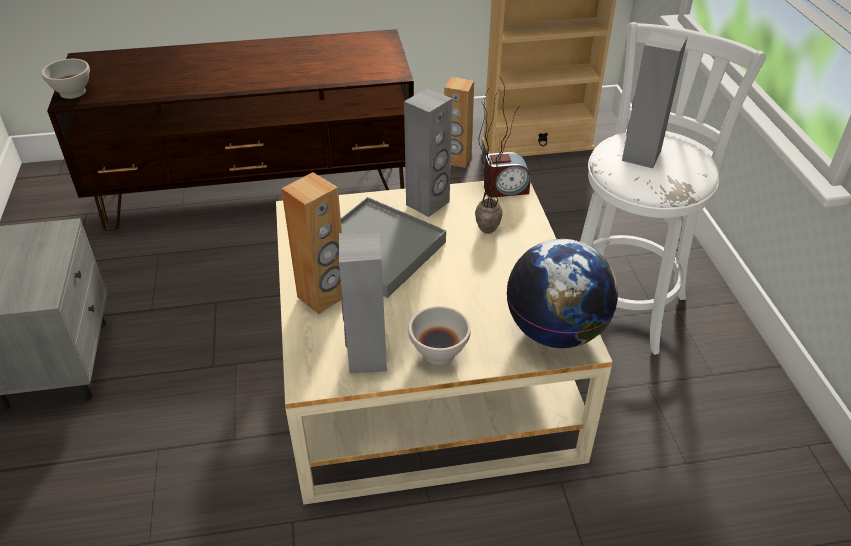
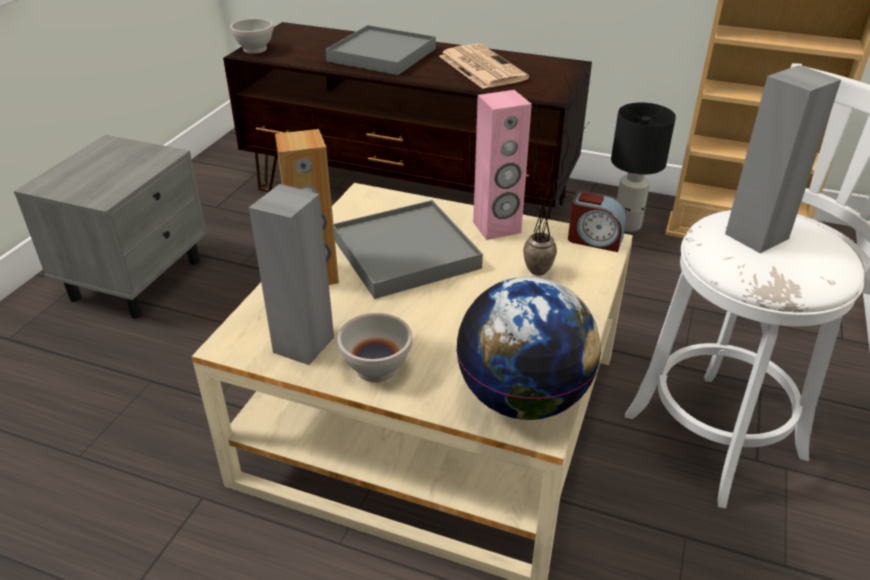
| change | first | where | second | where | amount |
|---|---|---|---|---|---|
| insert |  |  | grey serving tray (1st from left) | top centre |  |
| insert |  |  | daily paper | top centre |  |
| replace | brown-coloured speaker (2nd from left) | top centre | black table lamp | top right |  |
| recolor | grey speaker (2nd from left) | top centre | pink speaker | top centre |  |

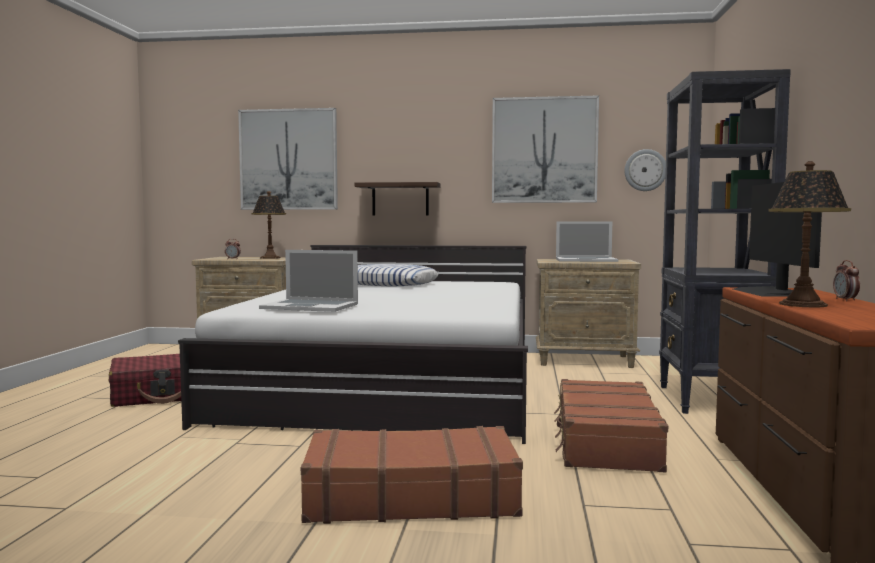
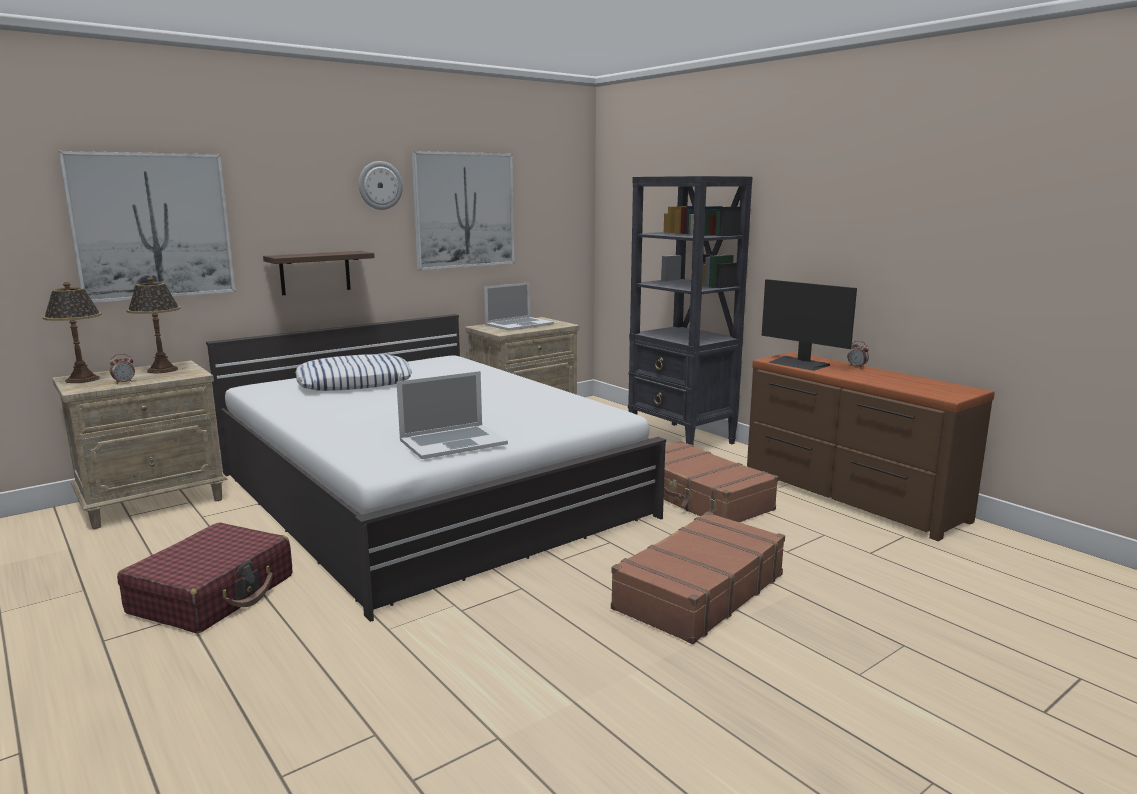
| change | first | where | second | where | amount |
|---|---|---|---|---|---|
| move | clock on the wall | top right |  | top centre |  |
| move | table lamp (2nd from left in the first image) | middle right | table lamp (1st from left) | middle left |  |

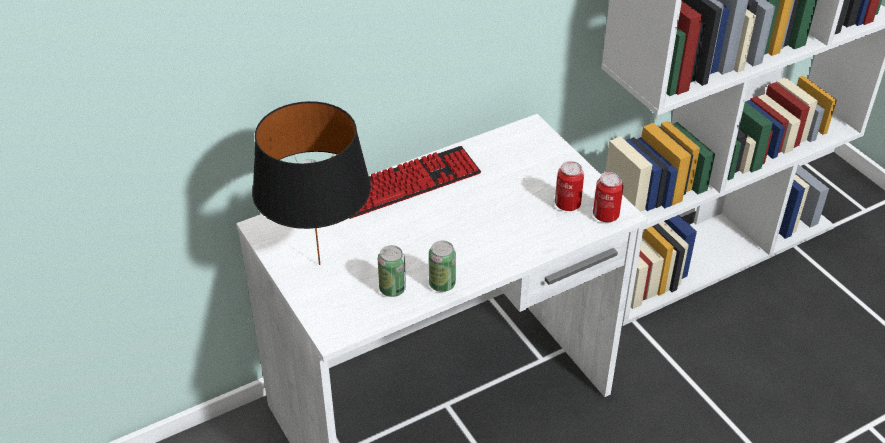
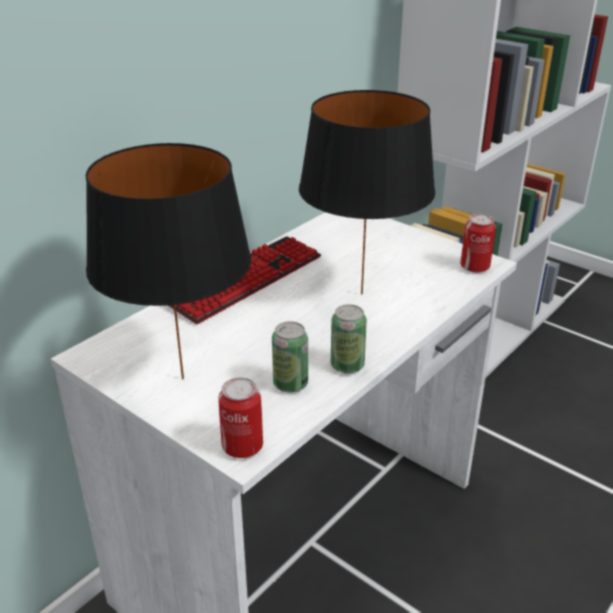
| change | first | where | second | where | amount |
|---|---|---|---|---|---|
| insert |  |  | black table lamp (2nd from left) | top centre |  |
| move | can (3rd from left in the first image) | centre | can (1st from left) | bottom centre |  |

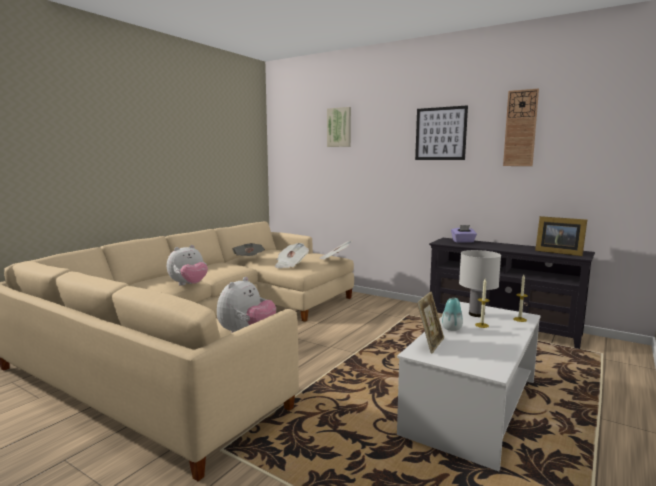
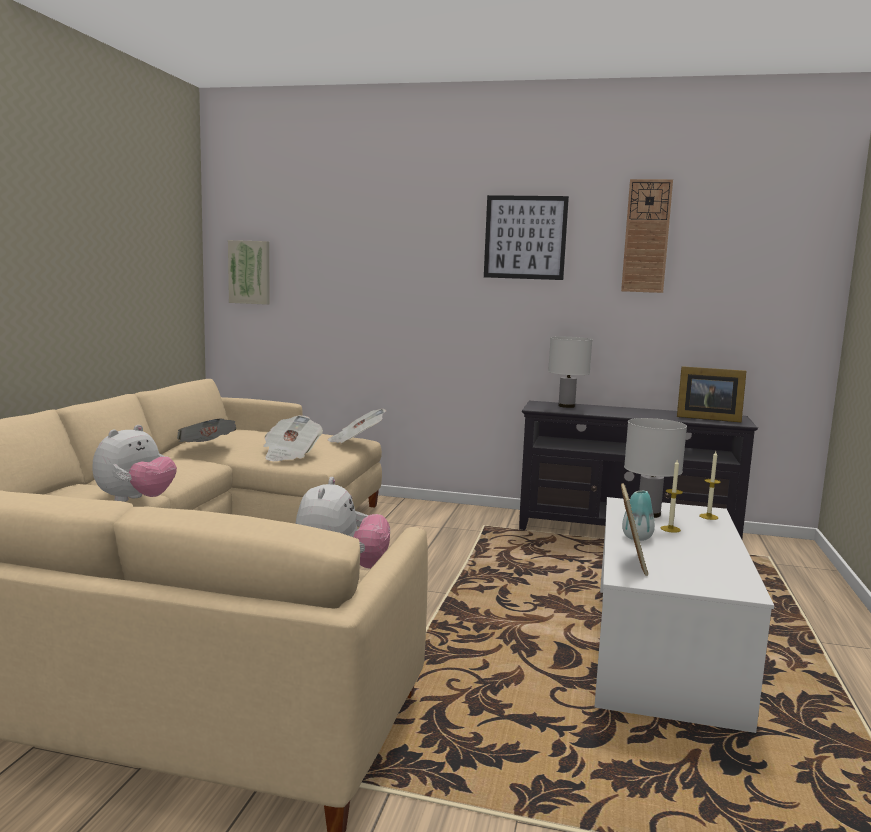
| change | first | where | second | where | amount |
|---|---|---|---|---|---|
| move | picture (1st from left) | top centre |  | top left |  |
| replace | purple-coloured box of tissues | middle right | white table lamp (1st from left) | centre |  |

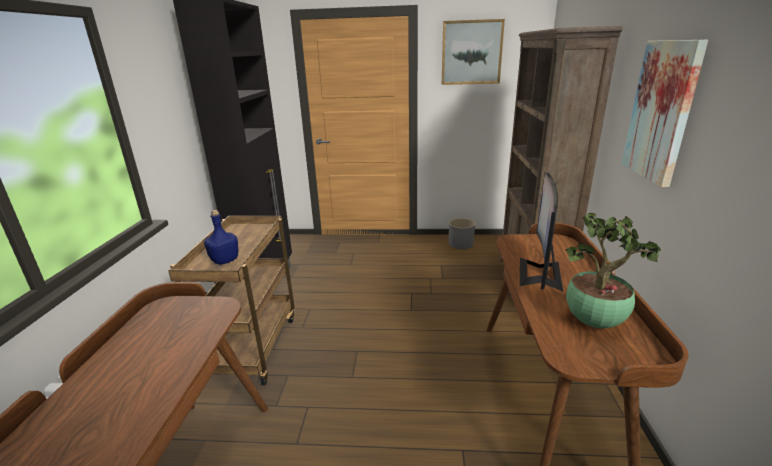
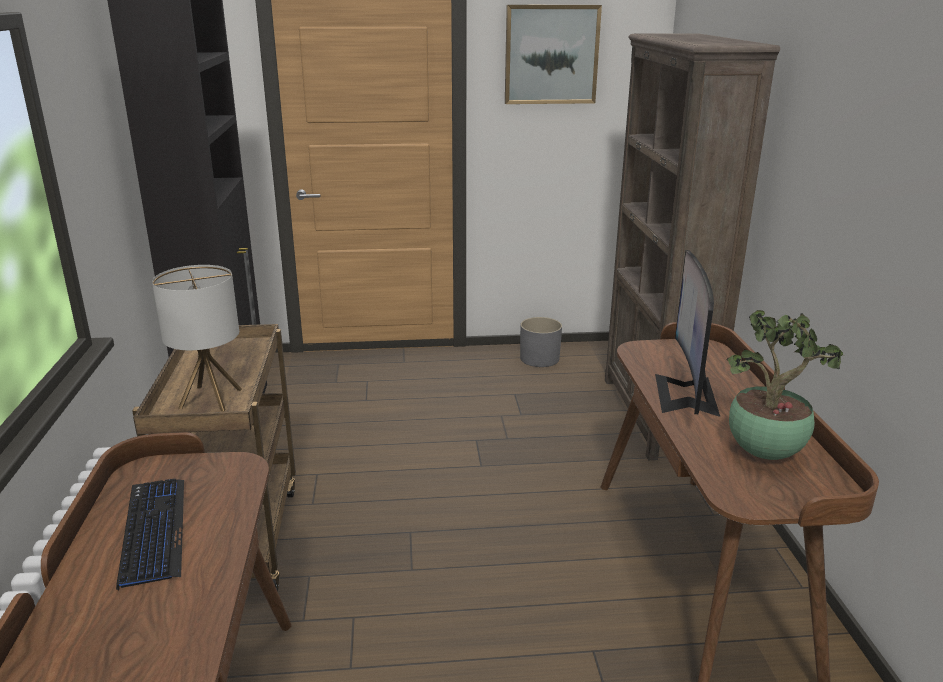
| change | first | where | second | where | amount |
|---|---|---|---|---|---|
| delete | picture (2nd from left) | top right |  |  |  |
| insert |  |  | PC keyboard | bottom left |  |
| replace | blue drink bottle | middle left | table lamp | middle left |  |

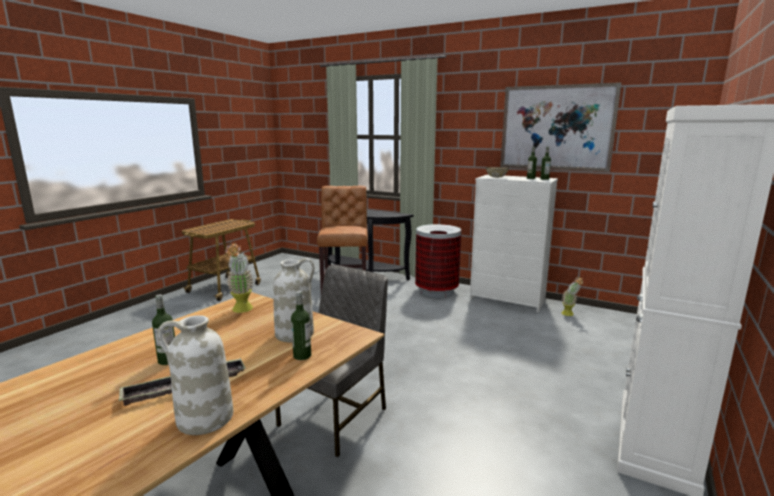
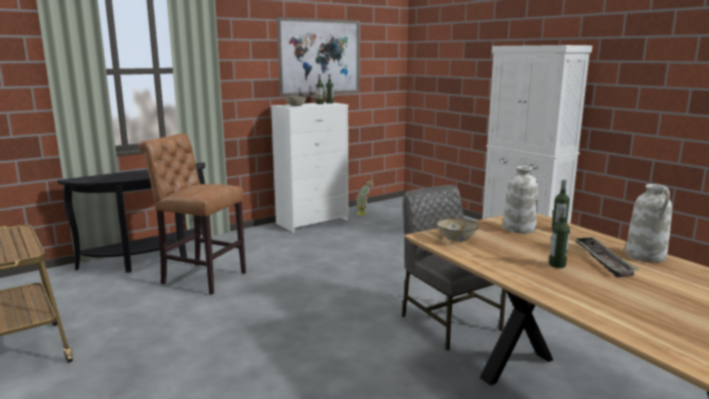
| change | first | where | second | where | amount |
|---|---|---|---|---|---|
| delete | waste bin | centre |  |  |  |
| replace | houseplant (1st from left) | middle left | deep dish (2nd from left) | centre |  |

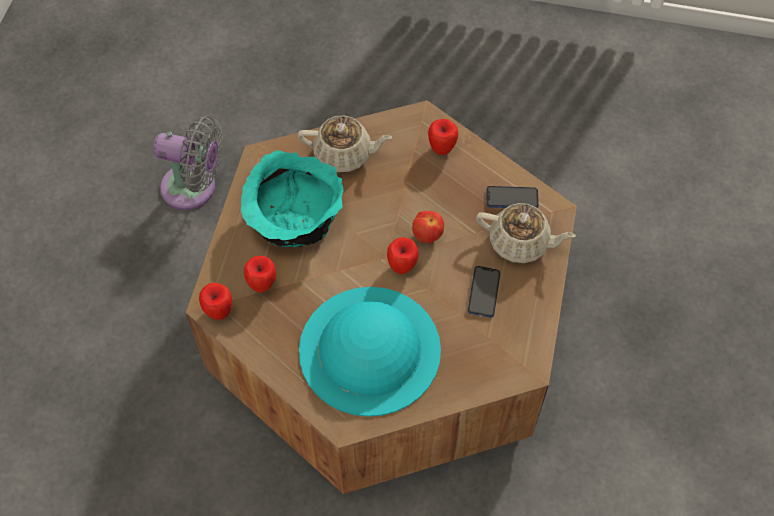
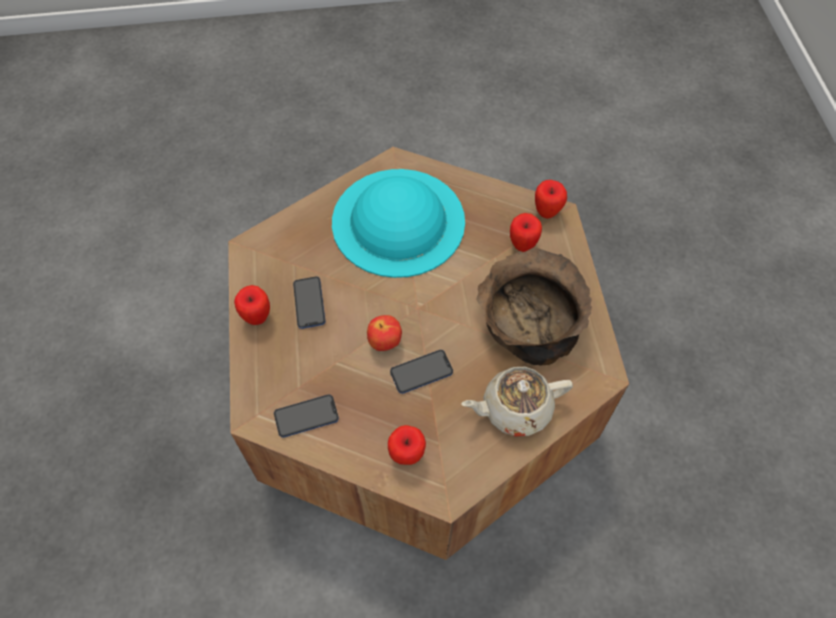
| change | first | where | second | where | amount |
|---|---|---|---|---|---|
| delete | grey electric fan | top left |  |  |  |
| delete | beige pot for tea (2nd from left) | middle right |  |  |  |
| insert |  |  | telephone (3rd from left) | centre |  |
| move | apple fruit (3rd from left in the first image) | centre | apple fruit (1st from left) | middle left |  |
| recolor | turquoise deep dish | centre | brown-coloured deep dish | centre |  |

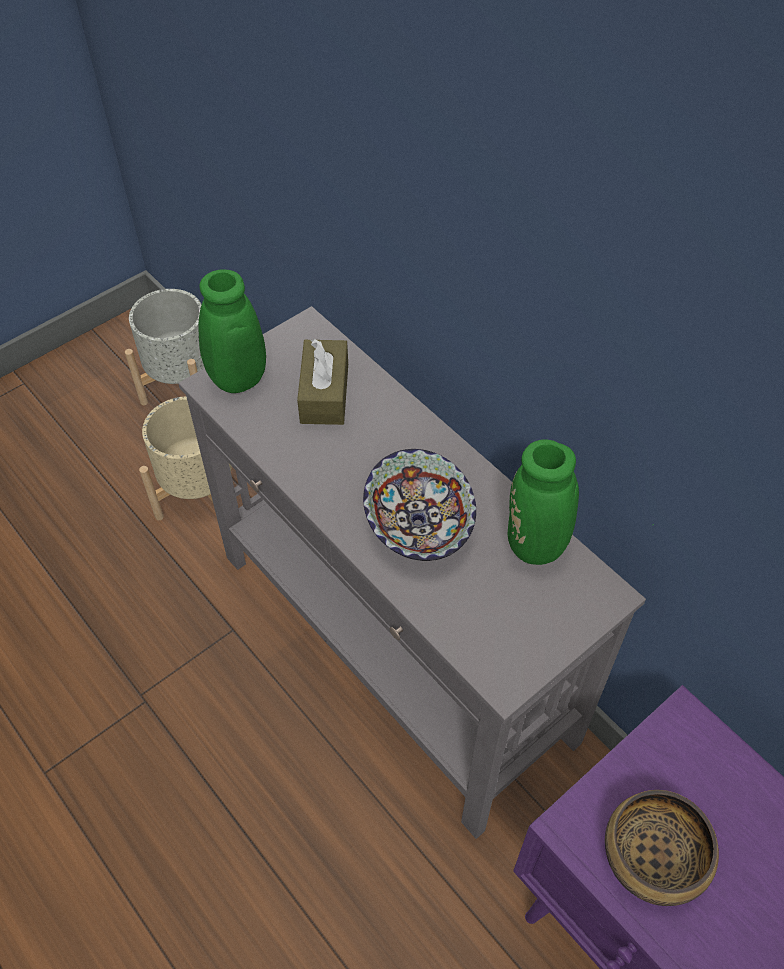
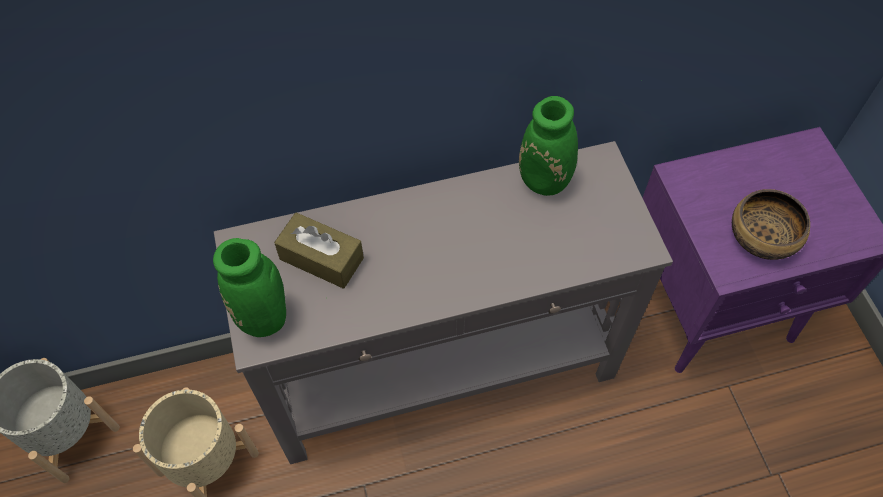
| change | first | where | second | where | amount |
|---|---|---|---|---|---|
| delete | deep dish (1st from left) | centre |  |  |  |

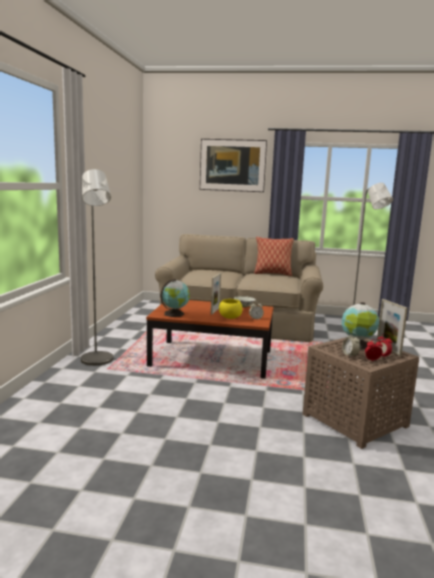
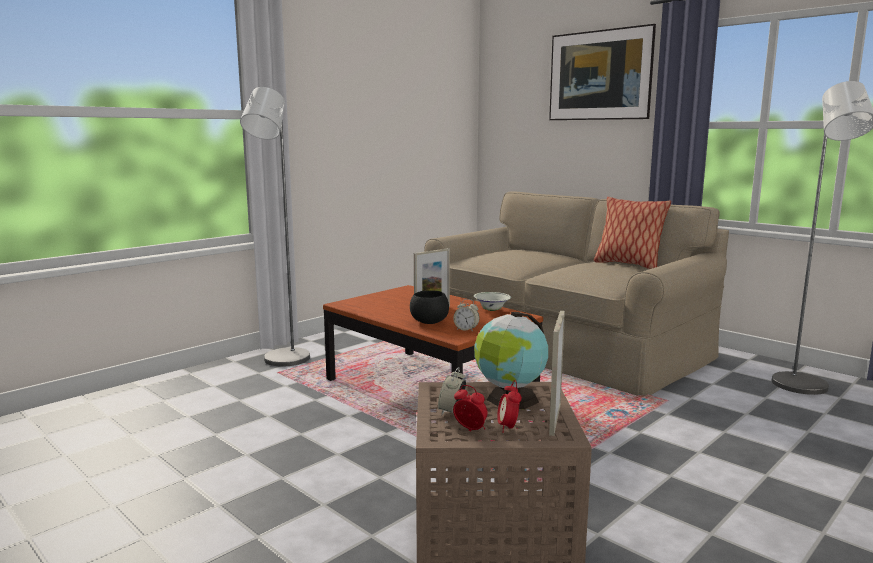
| change | first | where | second | where | amount |
|---|---|---|---|---|---|
| delete | globe (1st from left) | centre |  |  |  |
| recolor | yellow deep dish | centre | black deep dish | centre |  |

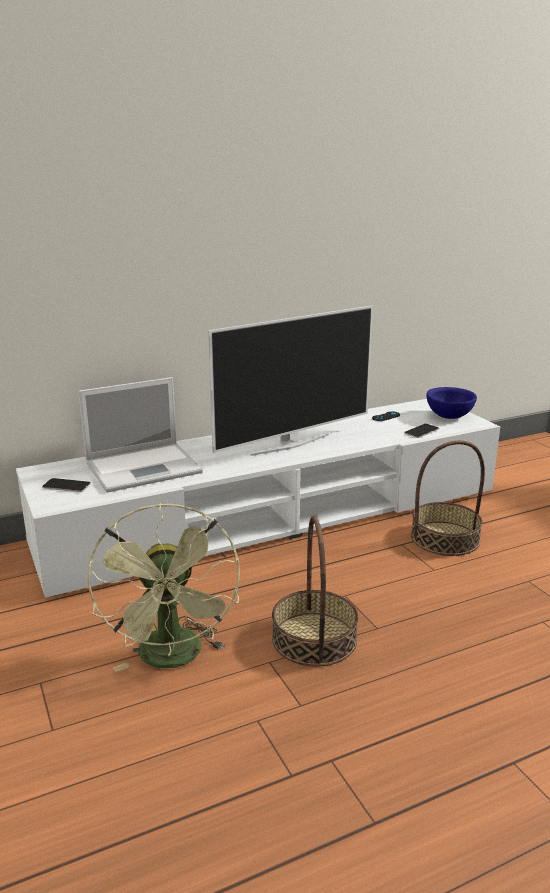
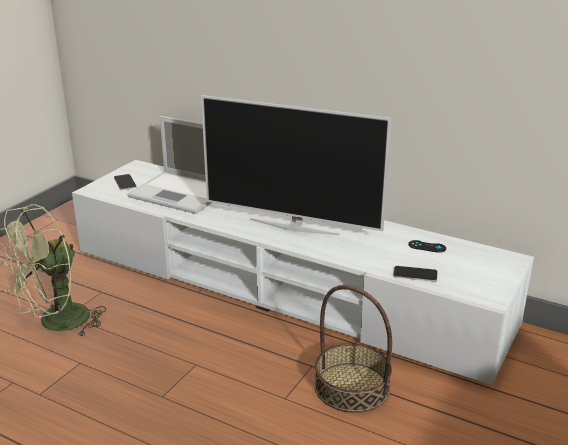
| change | first | where | second | where | amount |
|---|---|---|---|---|---|
| delete | basket (1st from left) | centre |  |  |  |
| delete | blue deep dish | middle right |  |  |  |

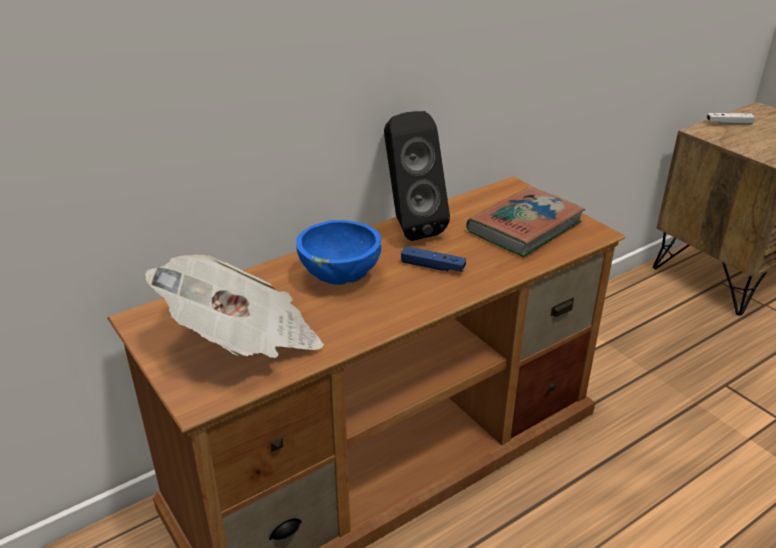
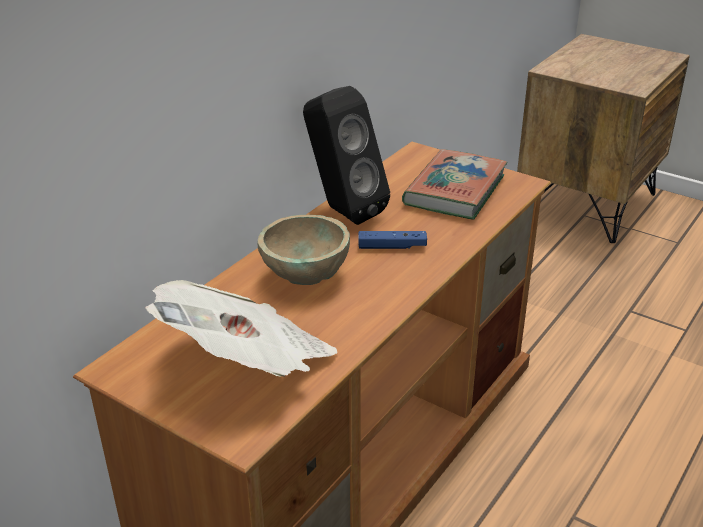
| change | first | where | second | where | amount |
|---|---|---|---|---|---|
| delete | white game controller | top right |  |  |  |
| recolor | blue deep dish | centre | beige deep dish | centre |  |

